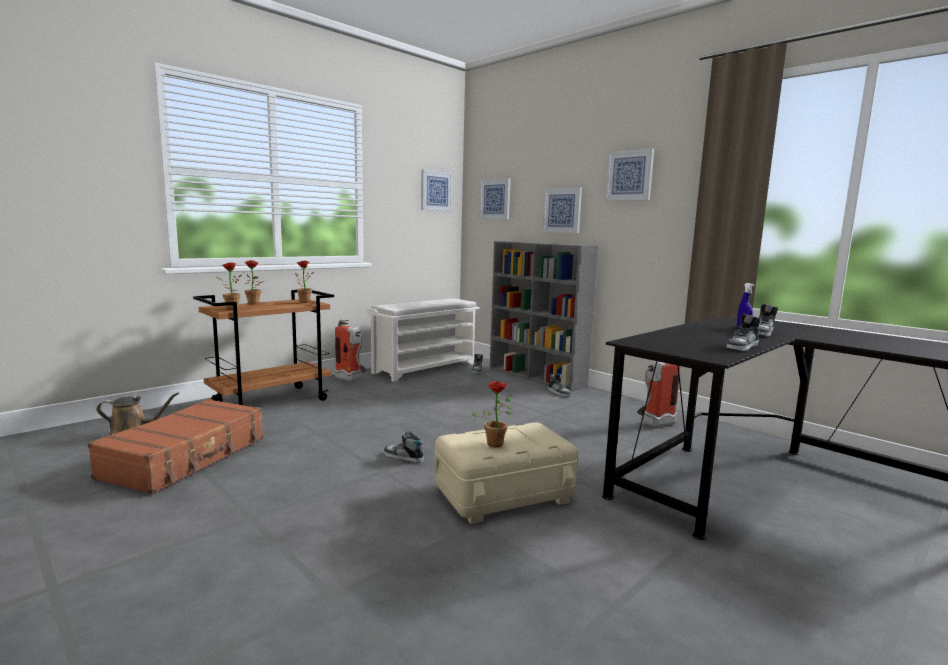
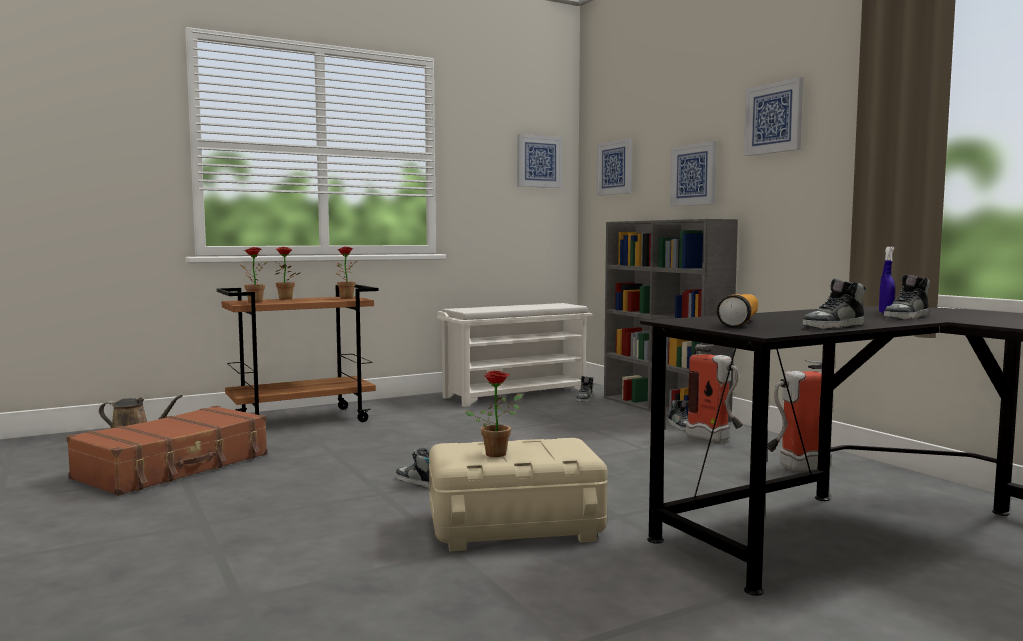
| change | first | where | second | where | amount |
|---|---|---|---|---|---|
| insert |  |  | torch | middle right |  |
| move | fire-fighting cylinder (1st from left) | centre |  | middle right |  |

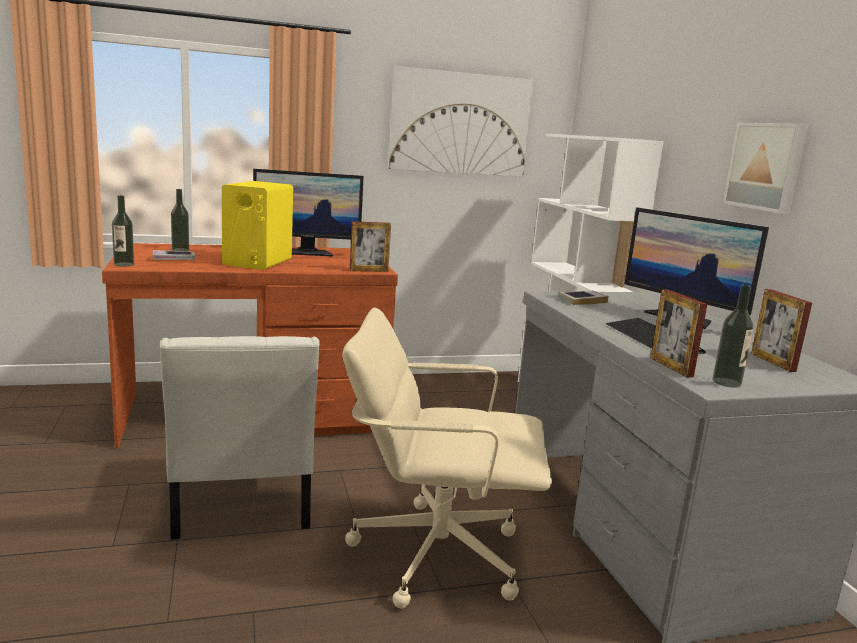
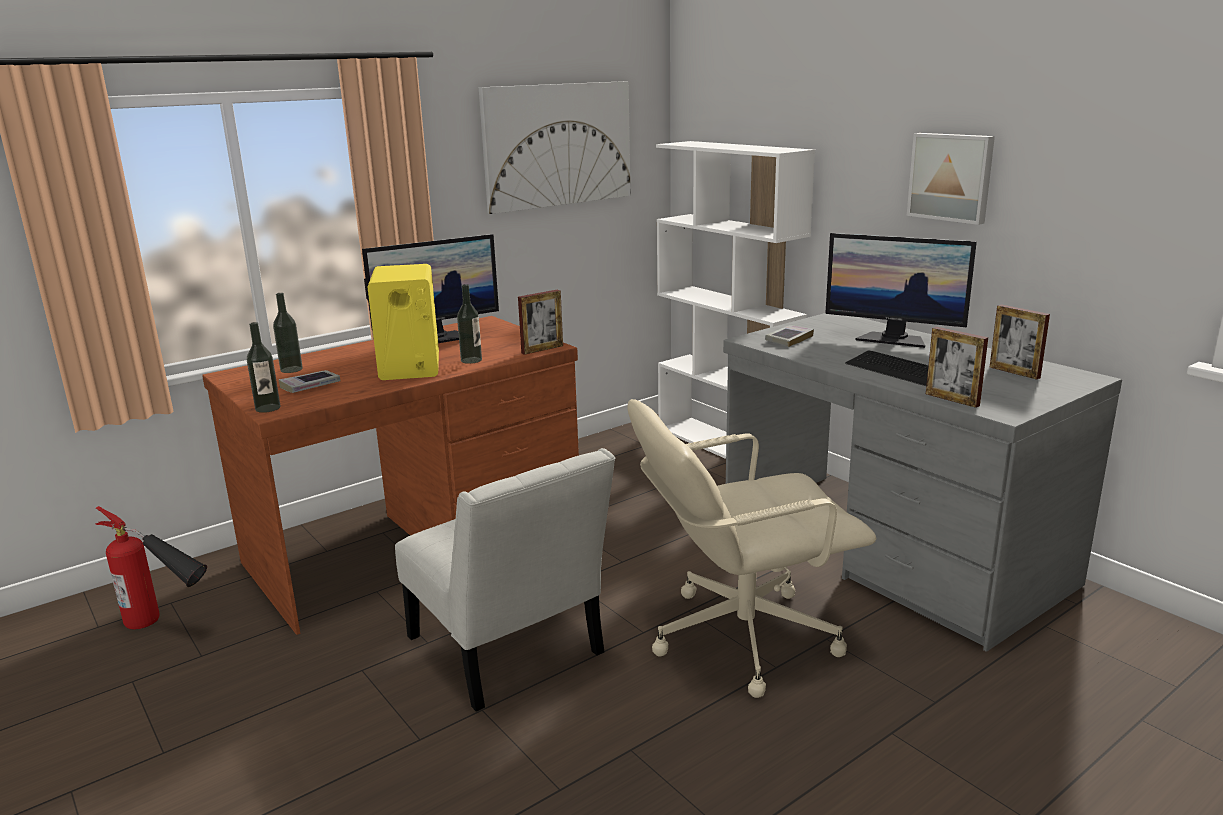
| change | first | where | second | where | amount |
|---|---|---|---|---|---|
| insert |  |  | fire-fighting cylinder | bottom left |  |
| move | drink bottle (3rd from left) | middle right |  | centre |  |

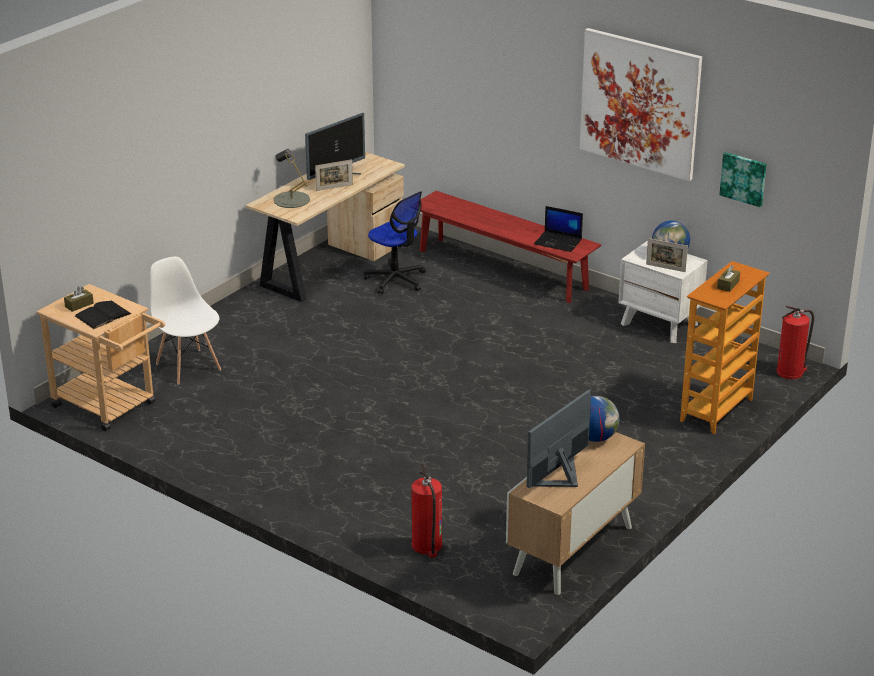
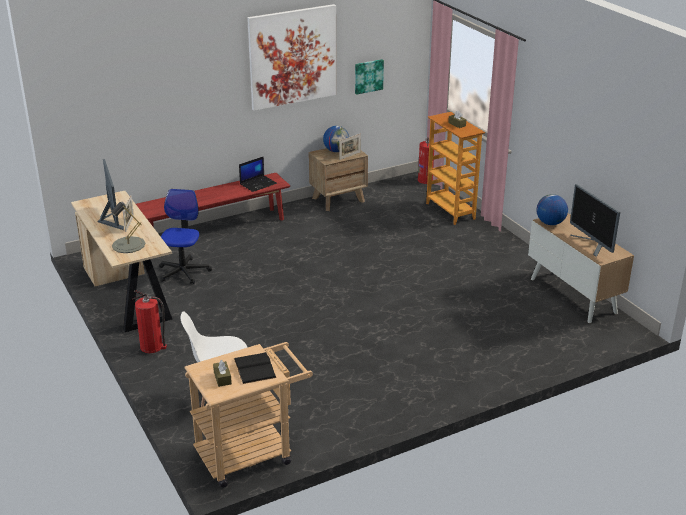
| change | first | where | second | where | amount |
|---|---|---|---|---|---|
| move | fire-fighting cylinder (1st from left) | bottom centre |  | middle left |  |
| recolor | white night table | middle right | brown-coloured night table | centre |  |
| rotate | office chair | centre |  | middle left | 60 degrees counterclockwise |

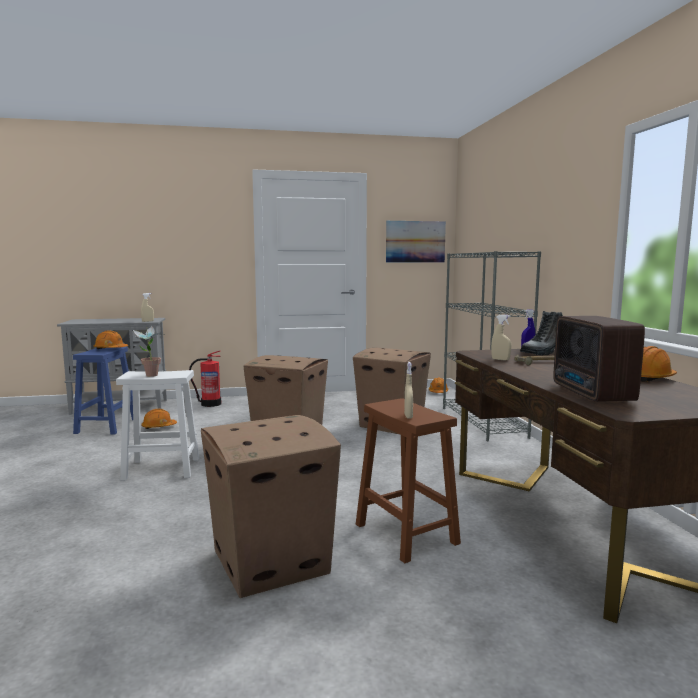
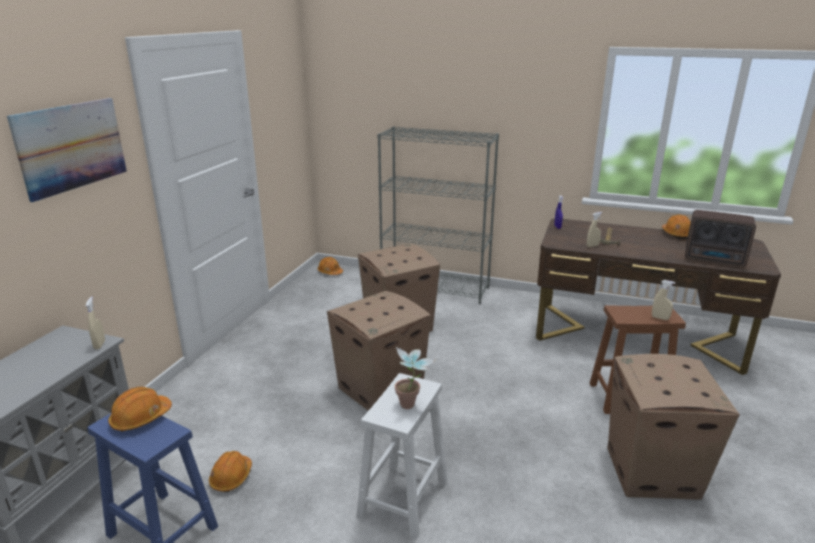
| change | first | where | second | where | amount |
|---|---|---|---|---|---|
| delete | fire-fighting cylinder | middle left |  |  |  |
| delete | high-top boot | middle right |  |  |  |
| move | picture | centre |  | top left |  |

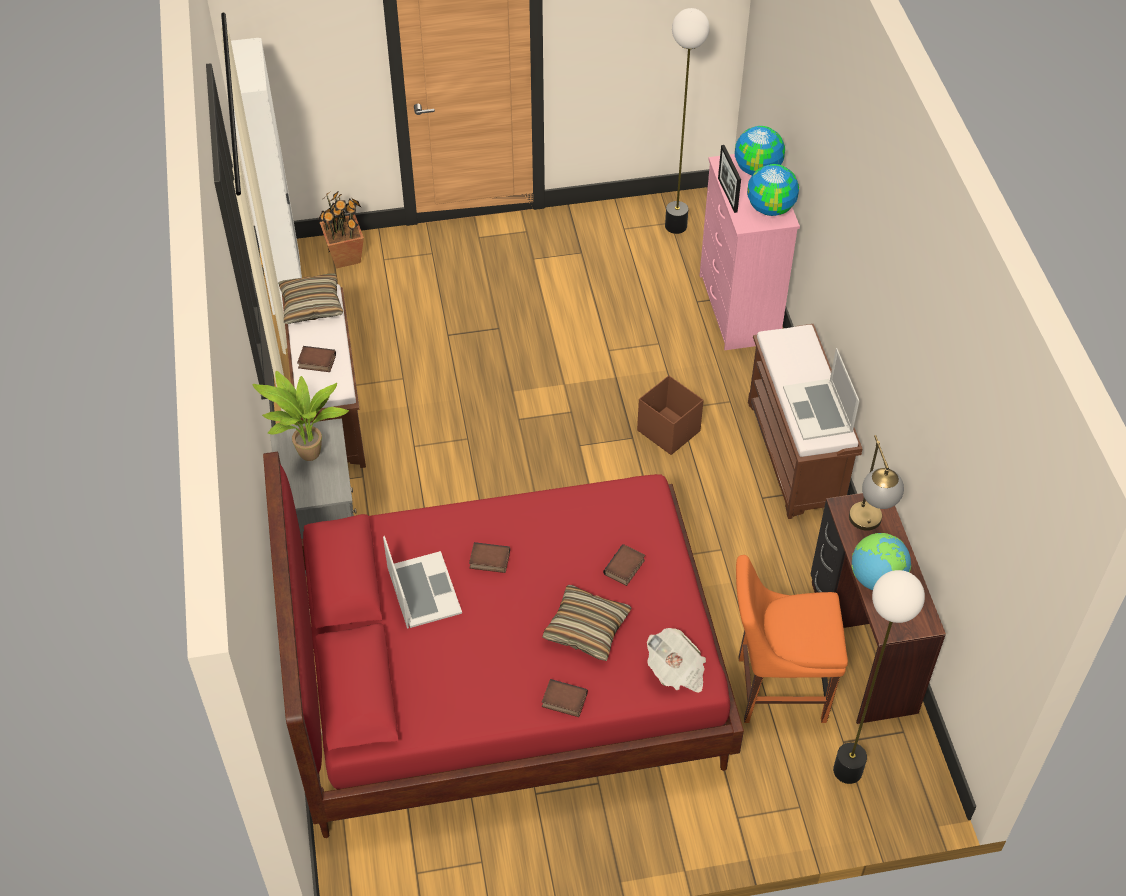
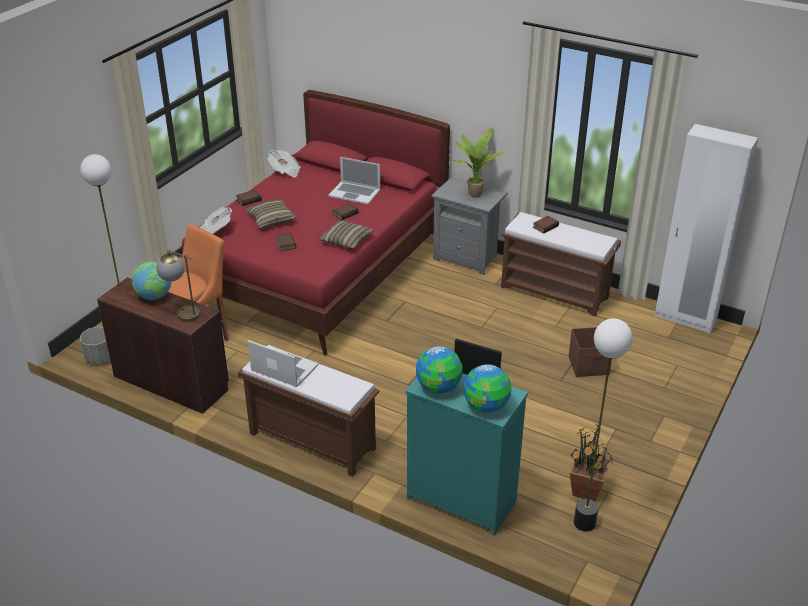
| change | first | where | second | where | amount |
|---|---|---|---|---|---|
| insert |  |  | grey planter | middle left |  |
| insert |  |  | daily paper (2nd from left) | top centre |  |
| move | pillow (1st from left in the first image) | top left | pillow (2nd from left) | centre |  |
| move | houseplant (2nd from left) | top left |  | bottom right |  |
| move | brown-coloured storage bin | centre |  | middle right |  |
| recolor | pink dresser | top centre | turquoise dresser | bottom centre |  |

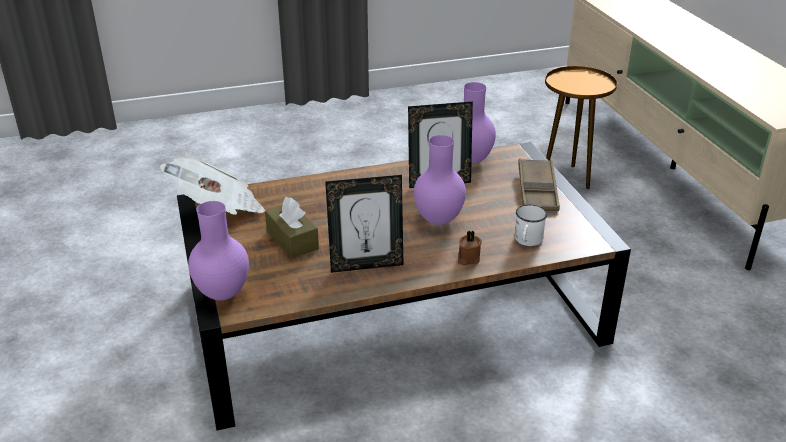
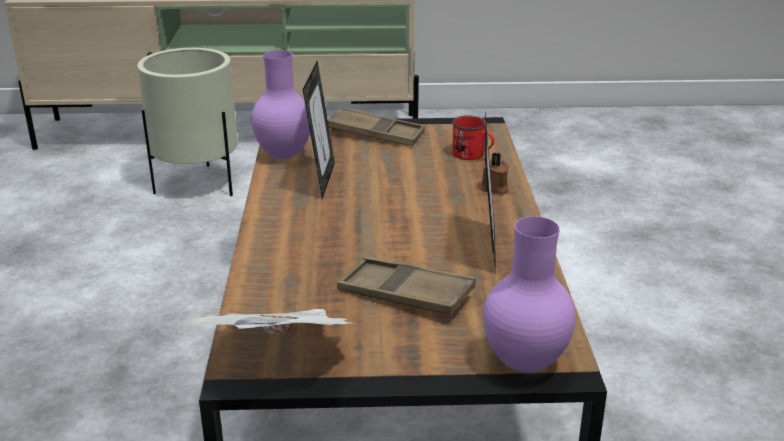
| change | first | where | second | where | amount |
|---|---|---|---|---|---|
| delete | purple-coloured vase (2nd from left) | centre |  |  |  |
| replace | brown-coloured box of tissues | centre | brown-coloured serving tray (2nd from left) | centre |  |
| replace | brown-coloured side table | top right | beige planter | top left |  |
| recolor | white tea mug | middle right | red-coloured tea mug | top centre |  |

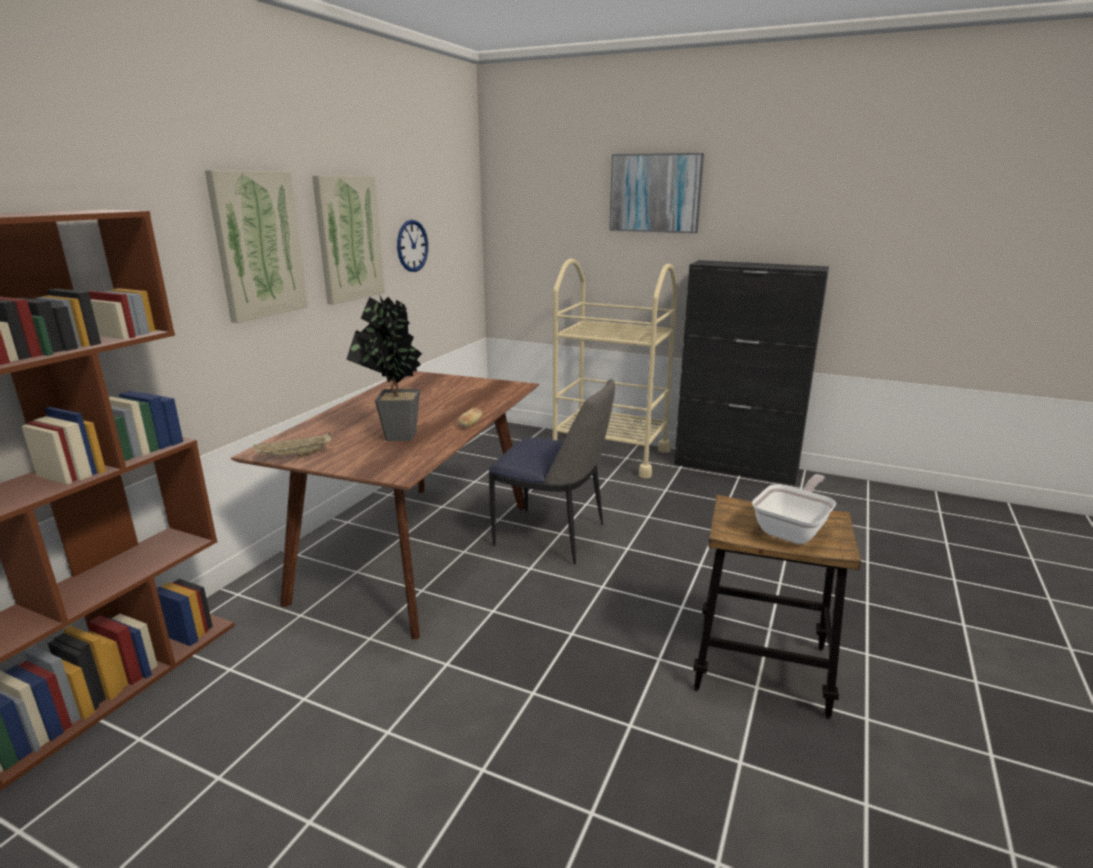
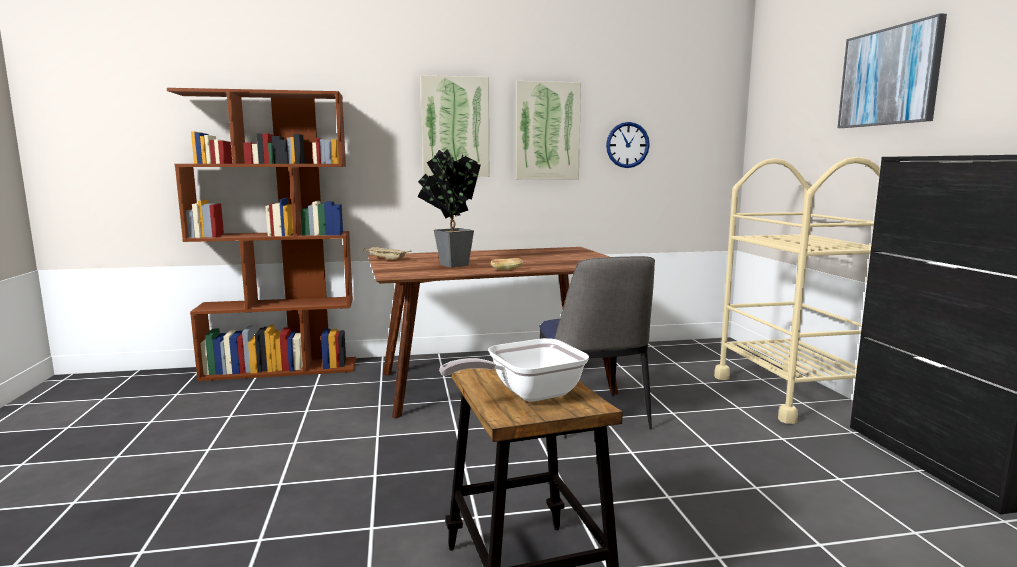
| change | first | where | second | where | amount |
|---|---|---|---|---|---|
| rotate | frying pan | middle right |  | centre | 150 degrees clockwise |

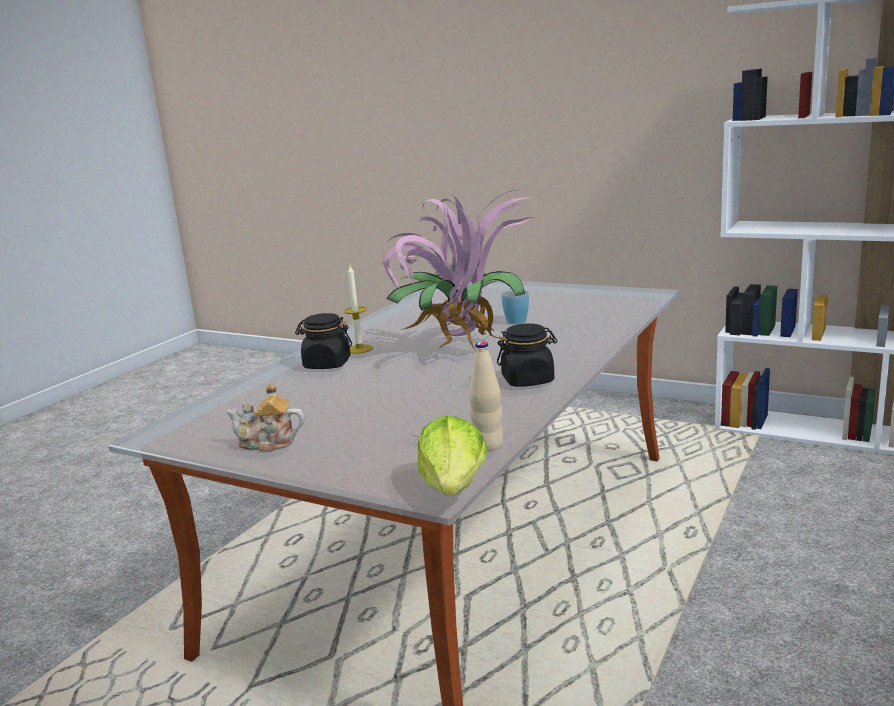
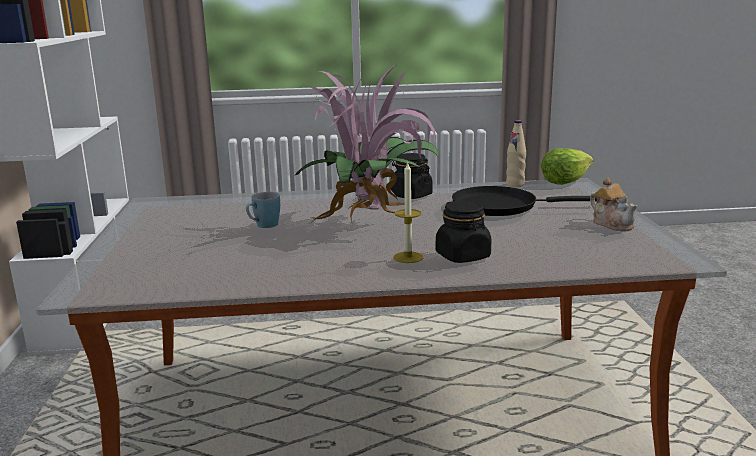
| change | first | where | second | where | amount |
|---|---|---|---|---|---|
| insert |  |  | black frying pan | middle right |  |

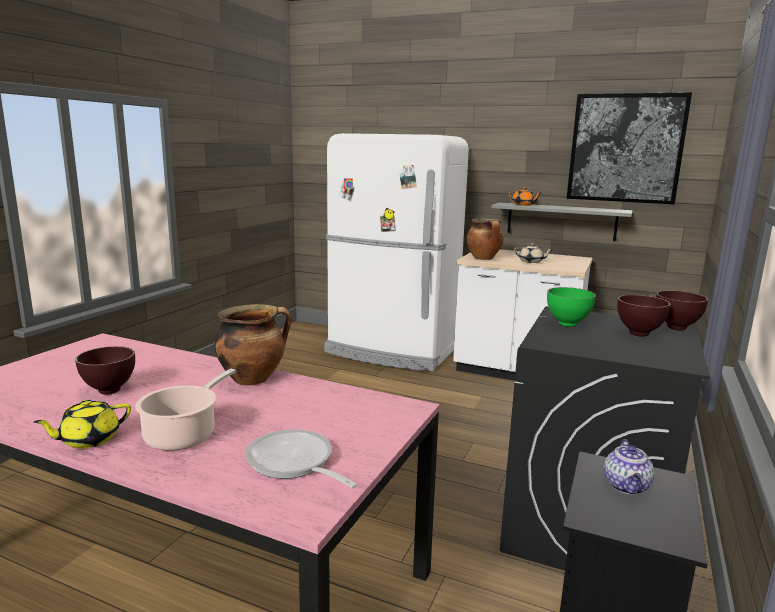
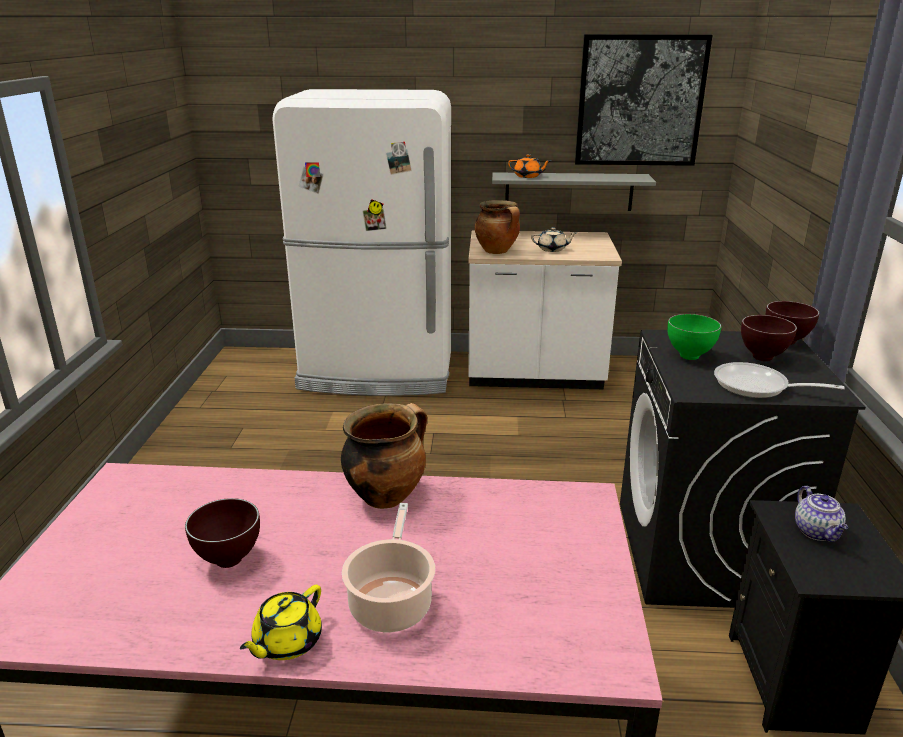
| change | first | where | second | where | amount |
|---|---|---|---|---|---|
| move | frying pan | bottom centre |  | middle right |  |

